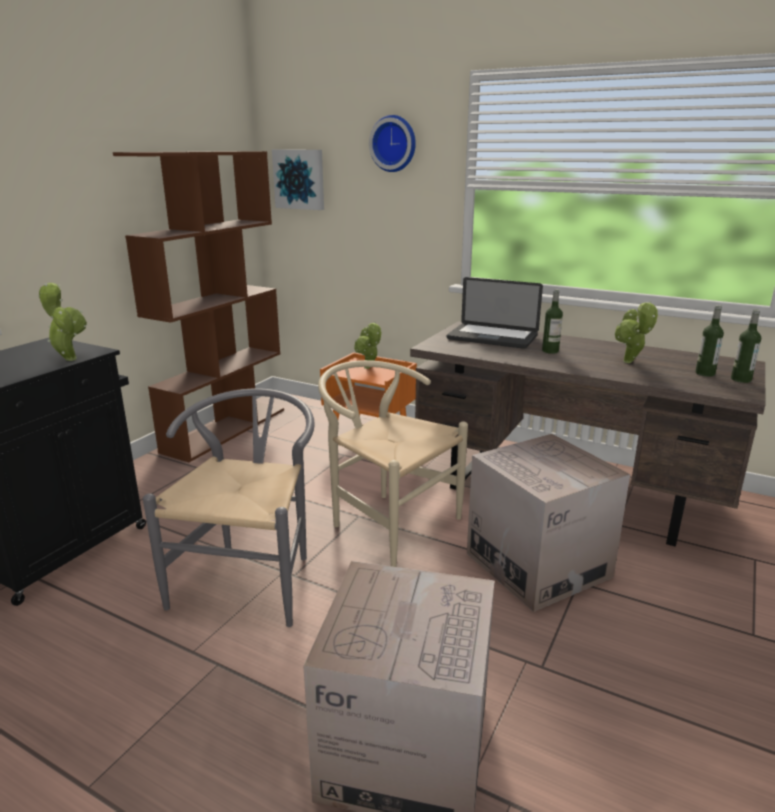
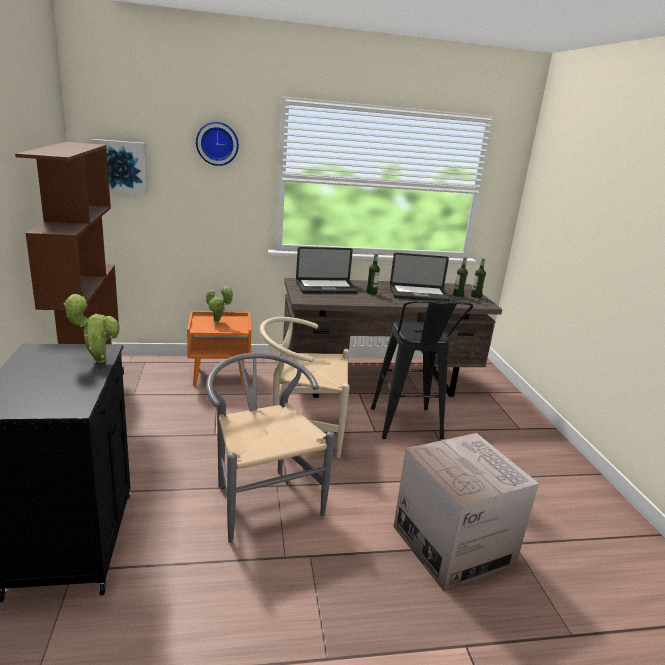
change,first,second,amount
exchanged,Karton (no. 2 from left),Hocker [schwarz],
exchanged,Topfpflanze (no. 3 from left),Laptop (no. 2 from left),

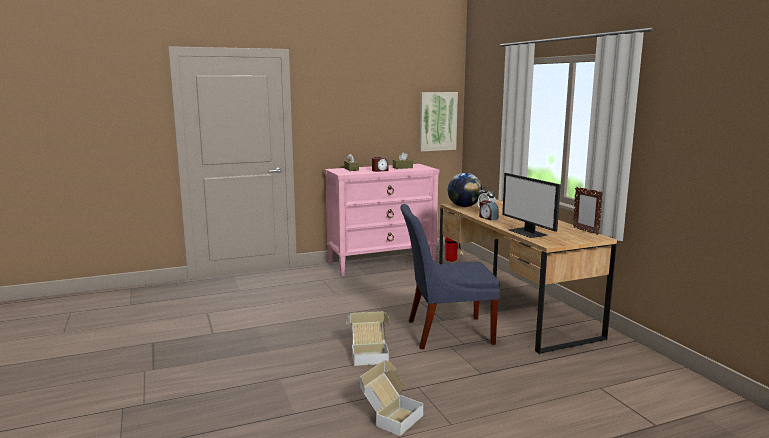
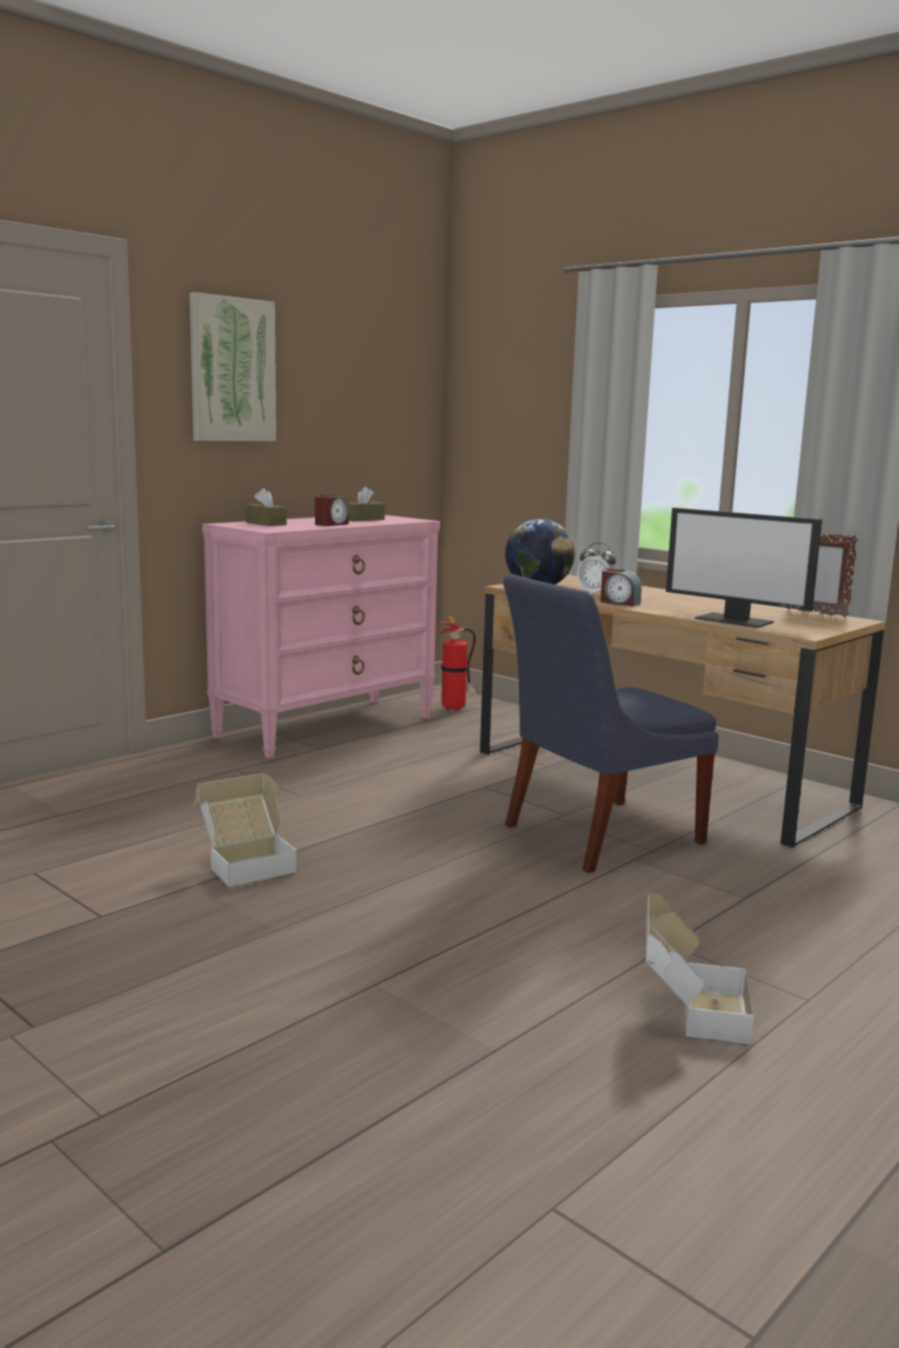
change,first,second,amount
relocated,Karton (no. 1 from left),,
relocated,Bild,,

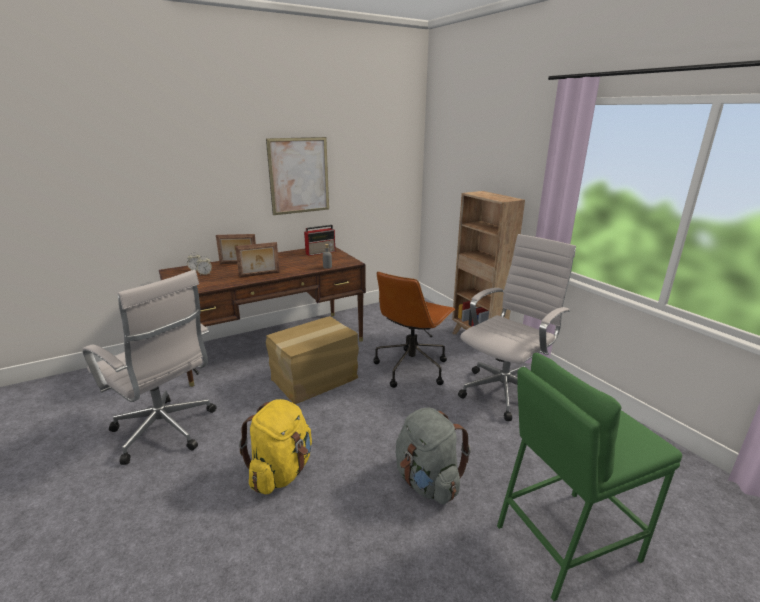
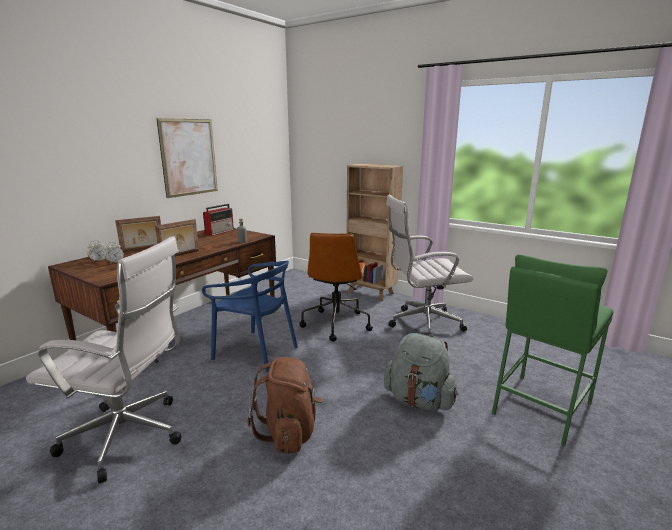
change,first,second,amount
exchanged,Karton,Stuhl [blau],
colour,Rucksack [gelb],Rucksack [braun],
spun,Bürostuhl [weiß] (no. 2 from left),,120 degrees counterclockwise

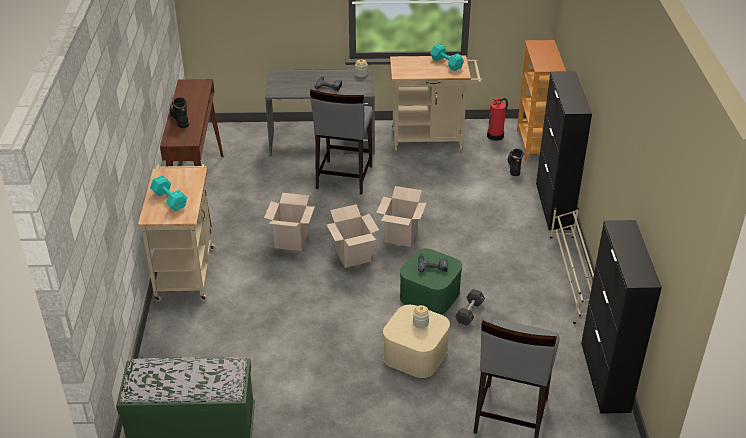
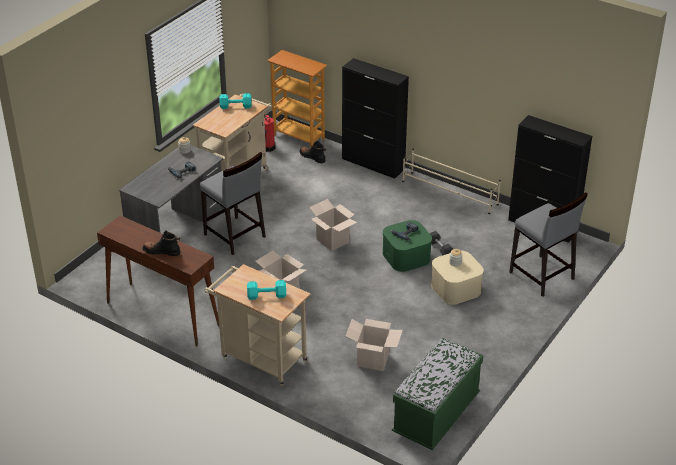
change,first,second,amount
relocated,Karton (no. 2 from left in the first image),Karton (no. 3 from left),

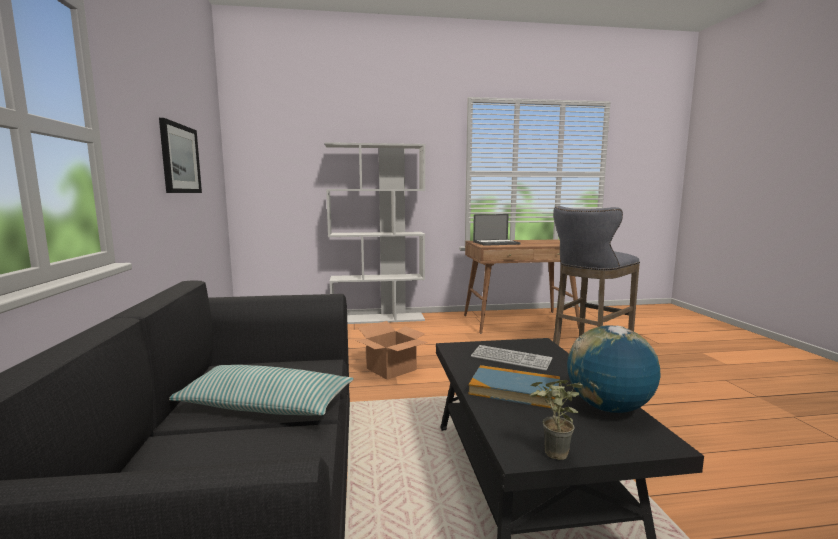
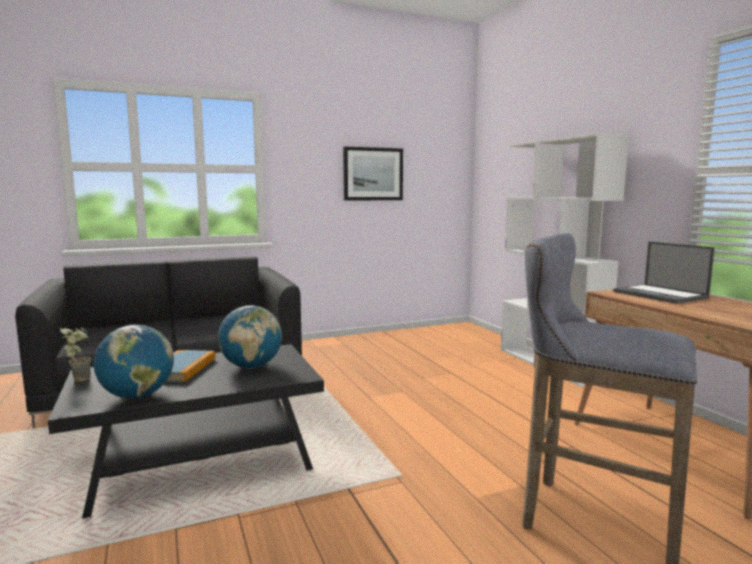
change,first,second,amount
missing,Kissen,,
missing,Karton,,
exchanged,Tastatur,Globus (no. 2 from left),

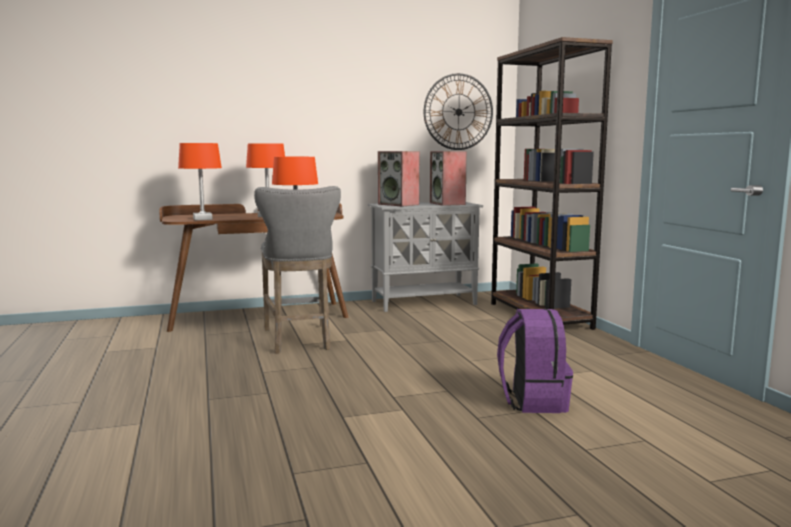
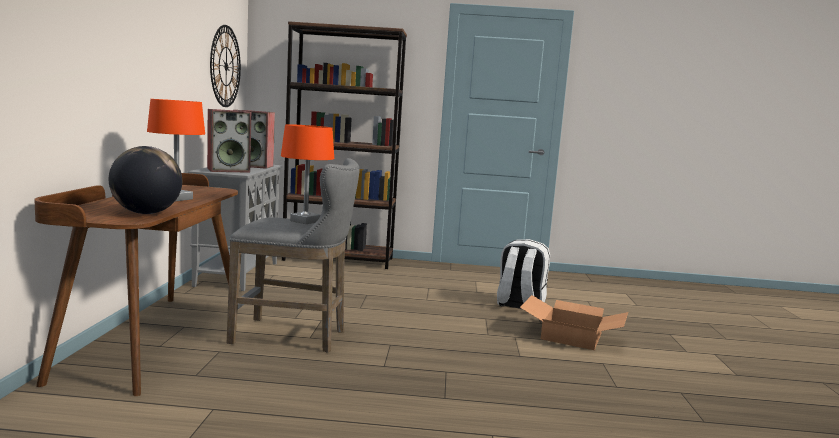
change,first,second,amount
appeared,,Karton,
exchanged,Tischlampe [orange] (no. 1 from left),Globus,
colour,Rucksack [lila],Rucksack [weiß],

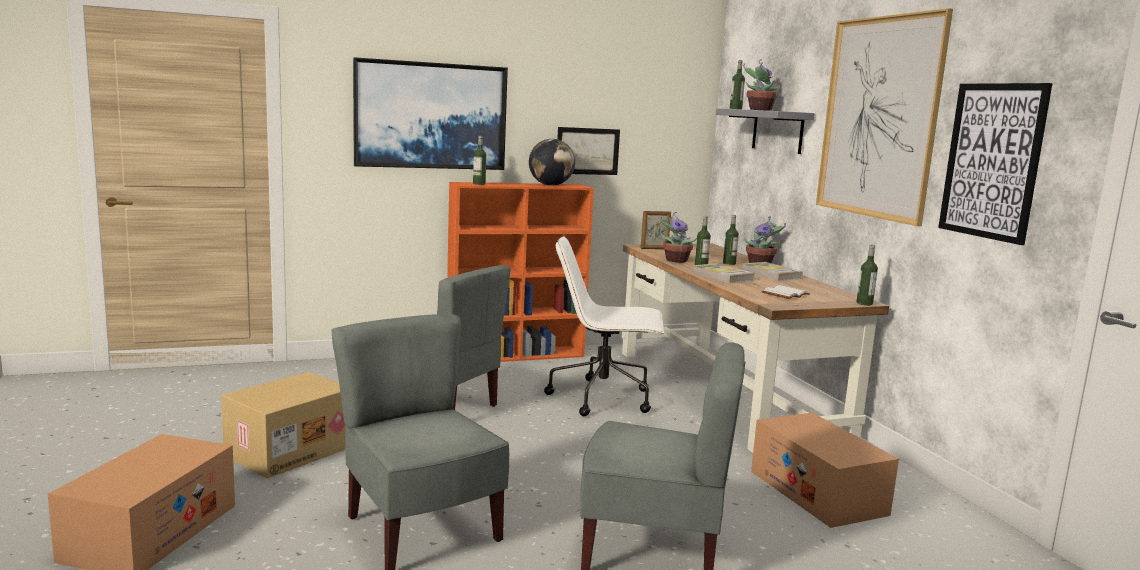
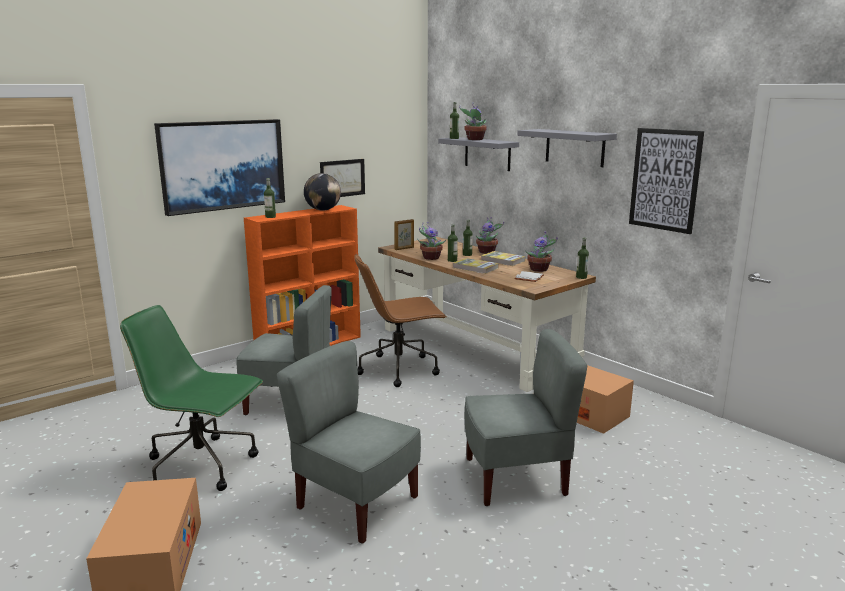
change,first,second,amount
appeared,,Topfpflanze (no. 4 from left),
exchanged,Karton (no. 2 from left),Bürostuhl [grün],
exchanged,Bild (no. 3 from left),Wandregal [grau] (no. 2 from left),
colour,Bürostuhl [weiß],Bürostuhl [braun],

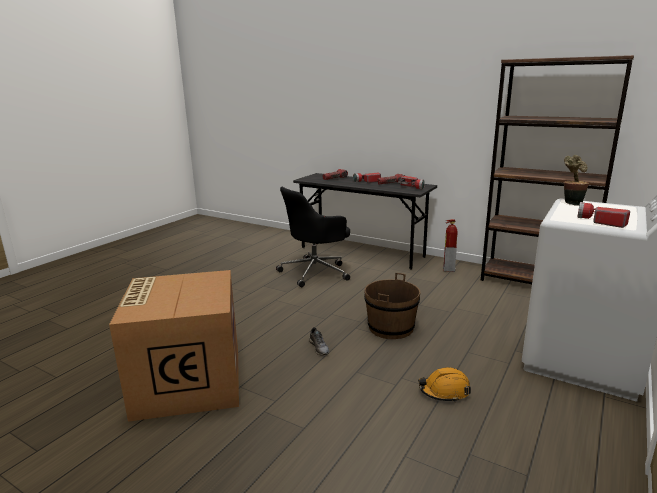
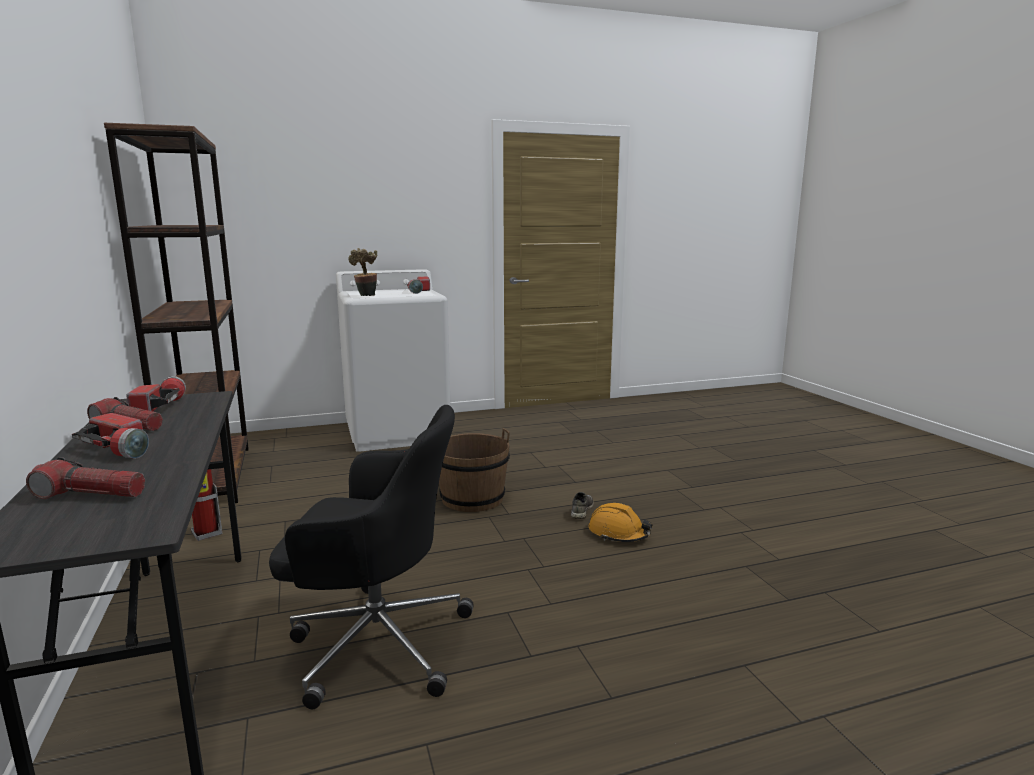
change,first,second,amount
missing,Karton,,
relocated,Schutzhelm [orange],,

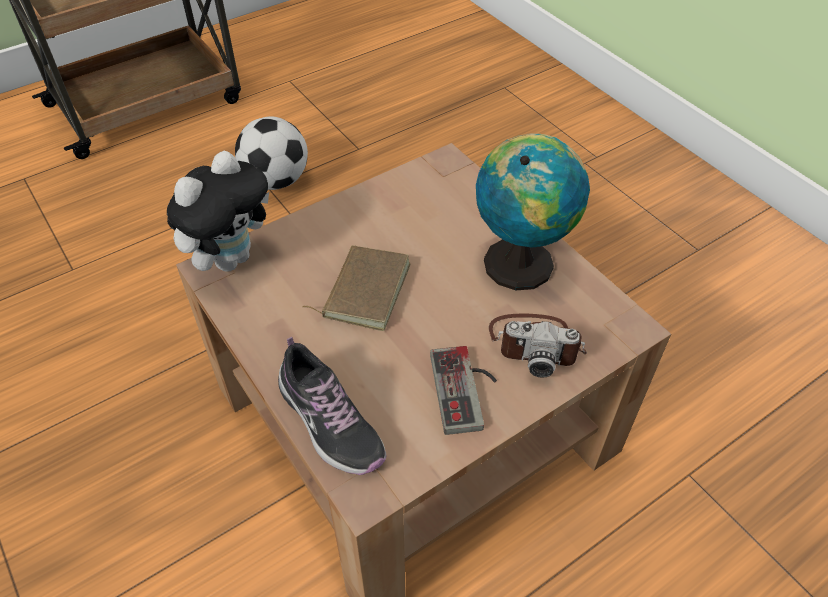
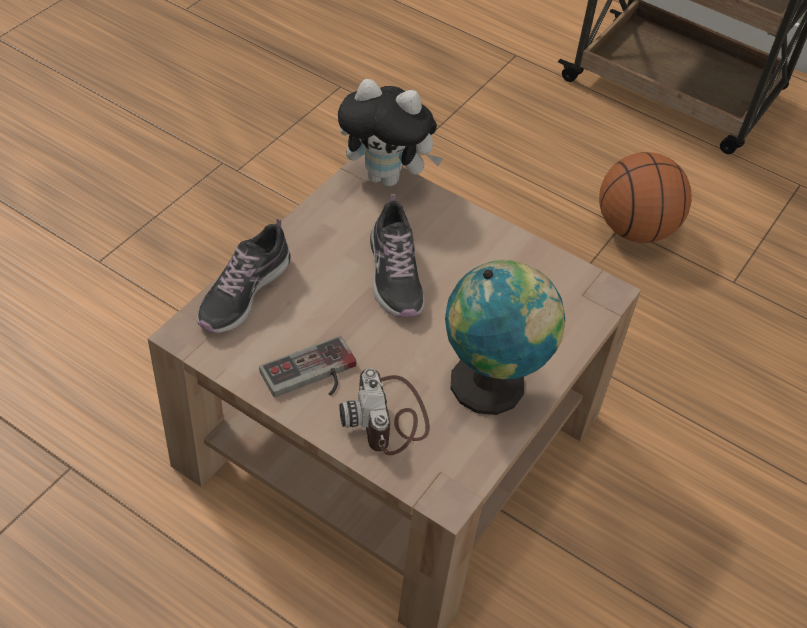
change,first,second,amount
exchanged,Fußball,Basketball,
exchanged,Buch [braun],Schuh (no. 2 from left),

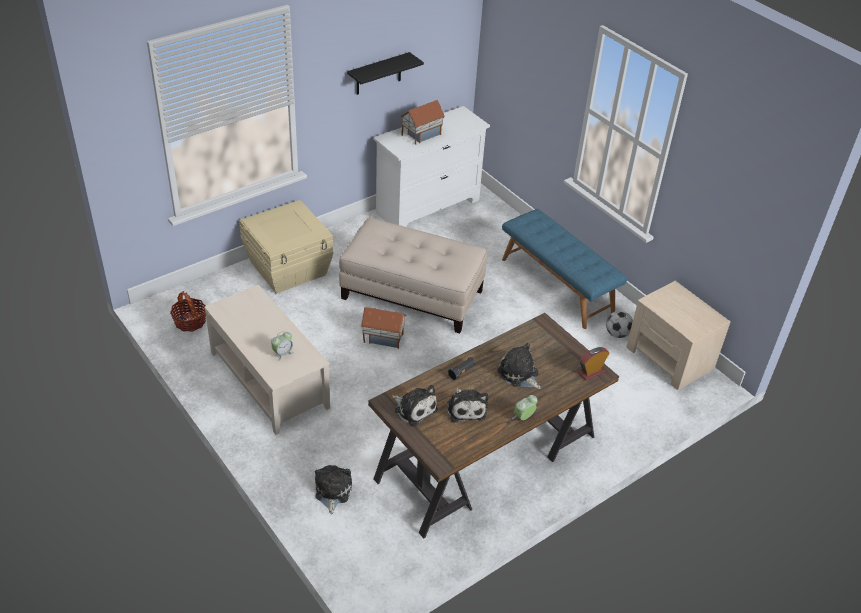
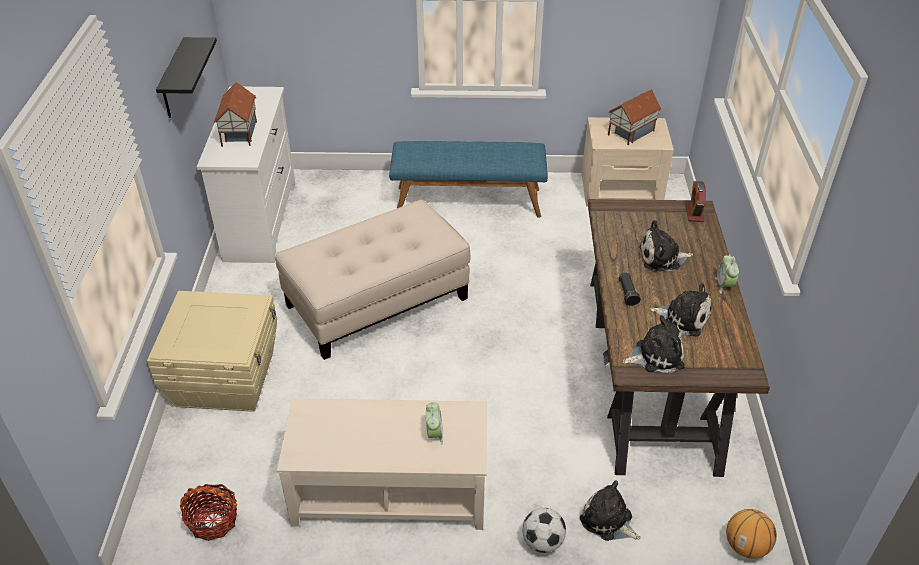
change,first,second,amount
appeared,,Basketball,
relocated,Spielzeughaus (no. 1 from left in the first image),Spielzeughaus (no. 2 from left),
relocated,Fußball,,

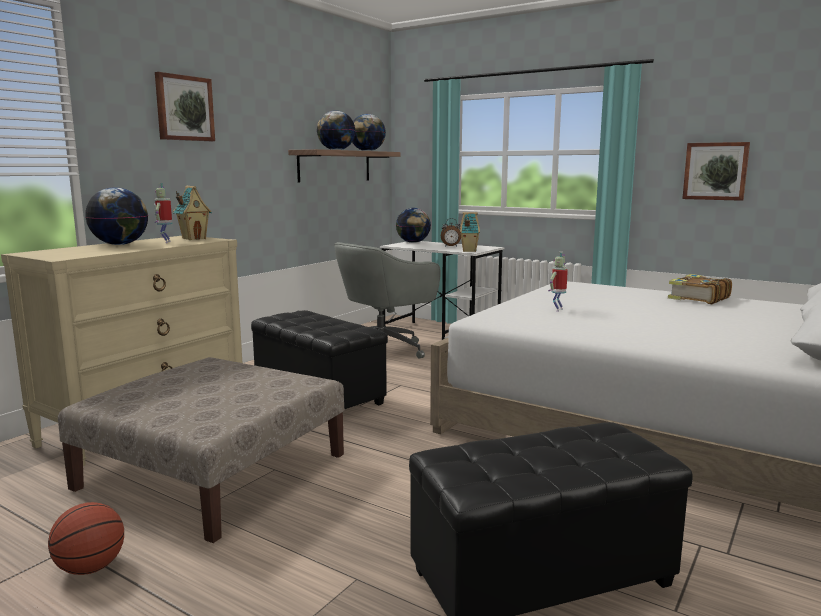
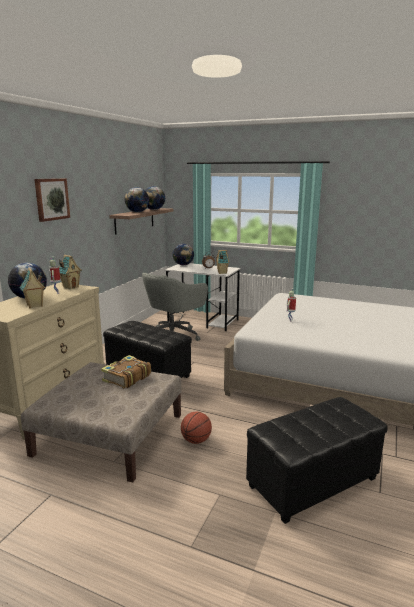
change,first,second,amount
missing,Bild (no. 2 from left),,
appeared,,Spielzeughaus (no. 1 from left),
relocated,Basketball,,
relocated,Buch,,

